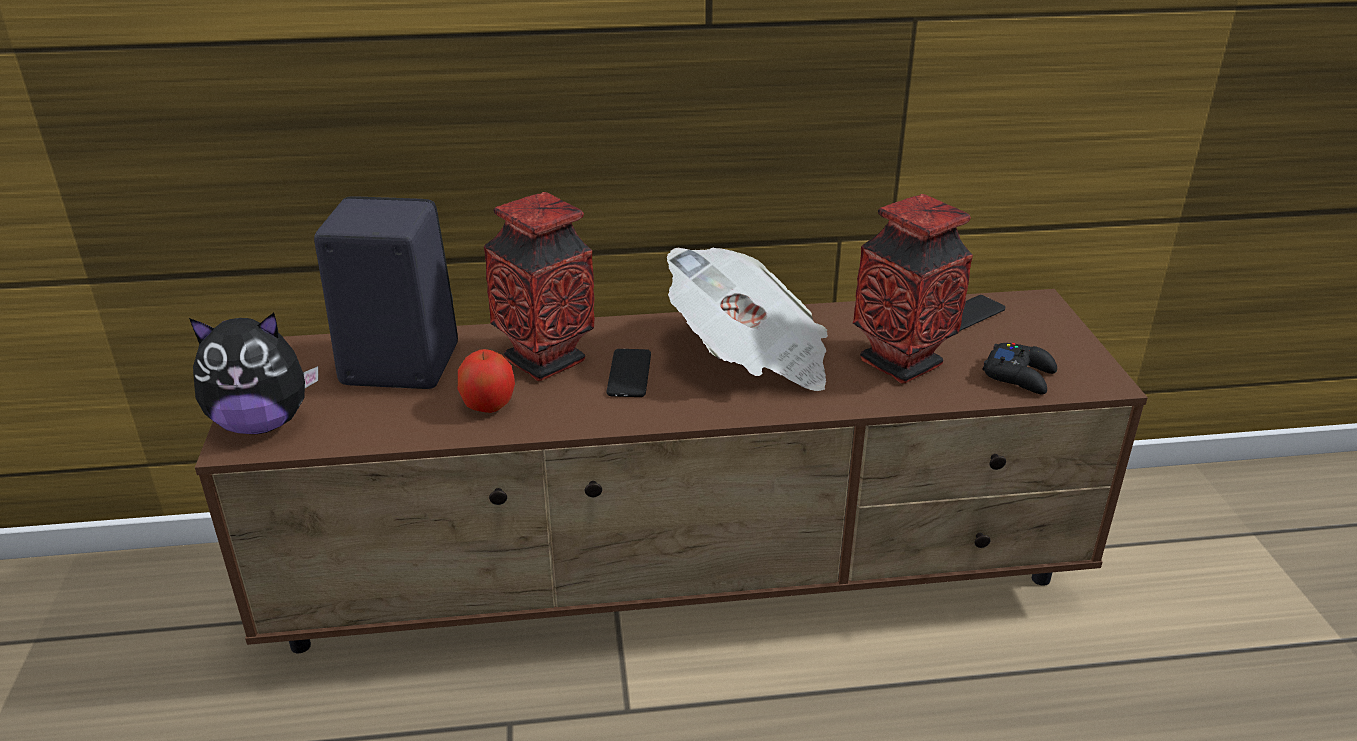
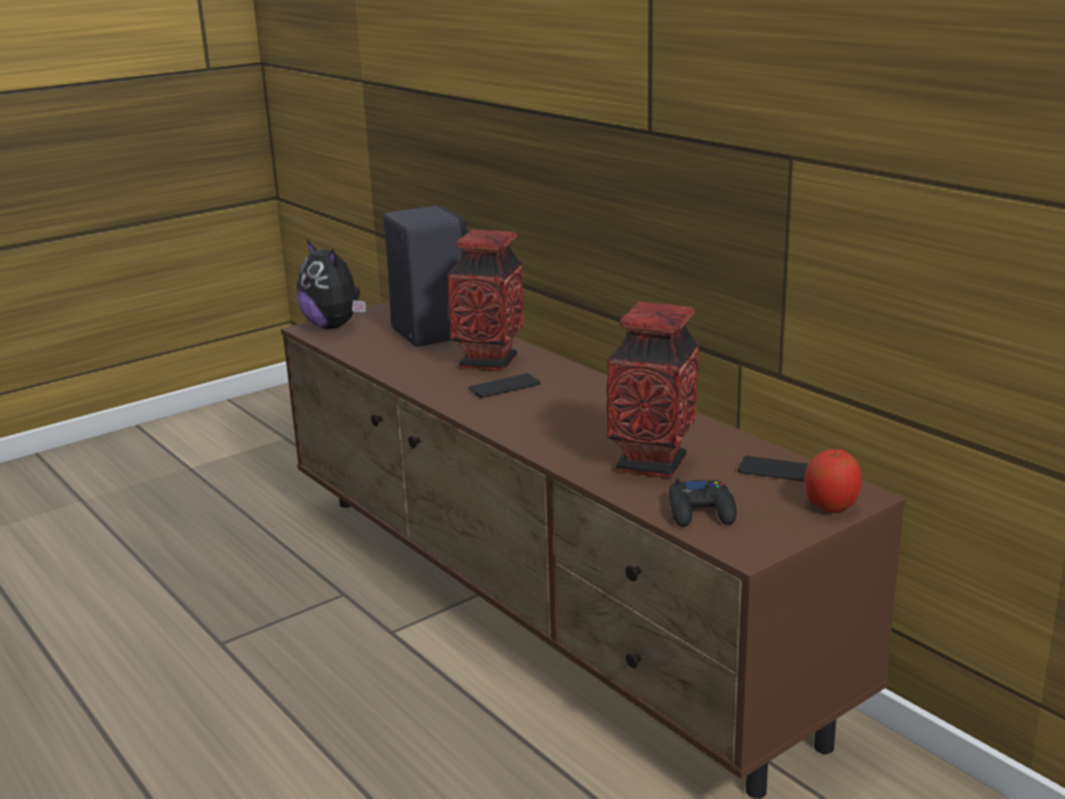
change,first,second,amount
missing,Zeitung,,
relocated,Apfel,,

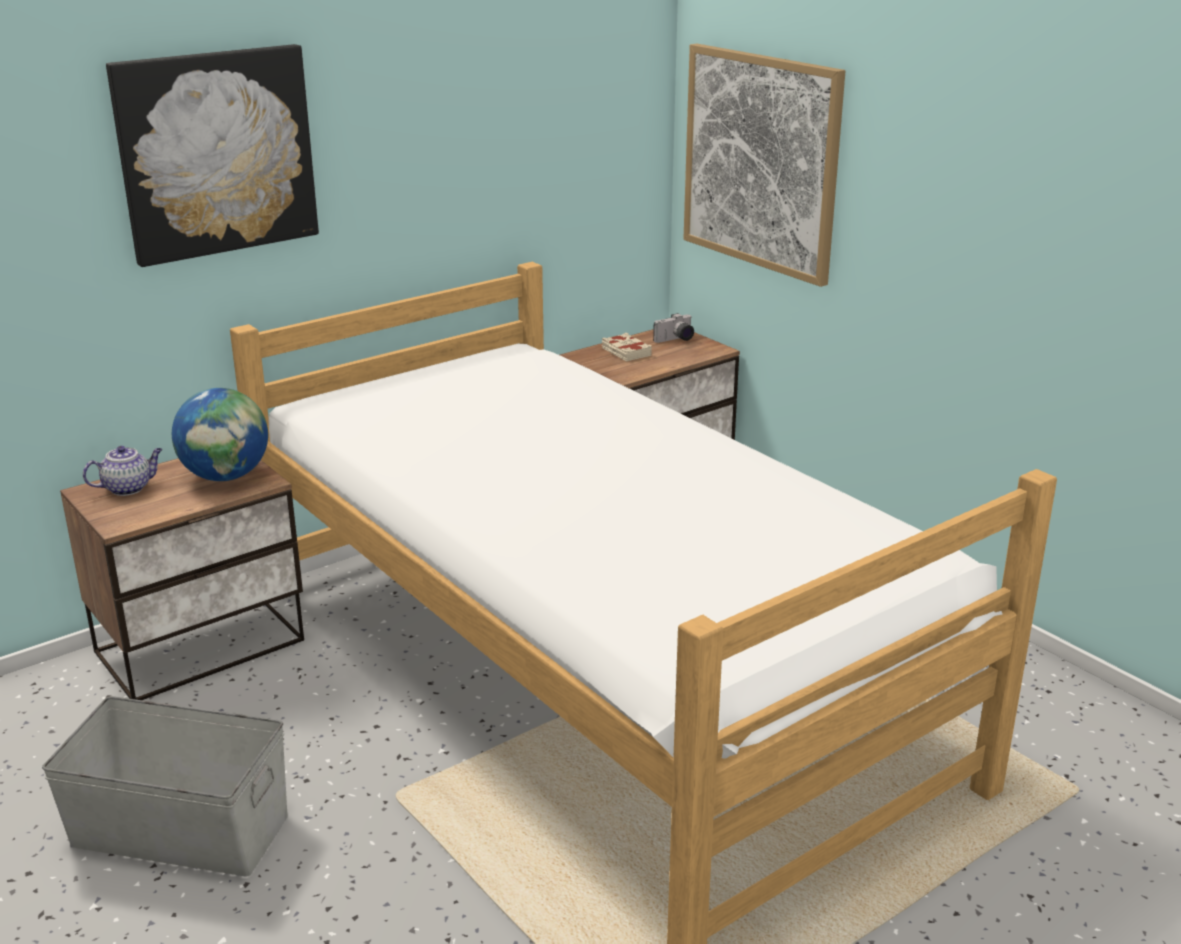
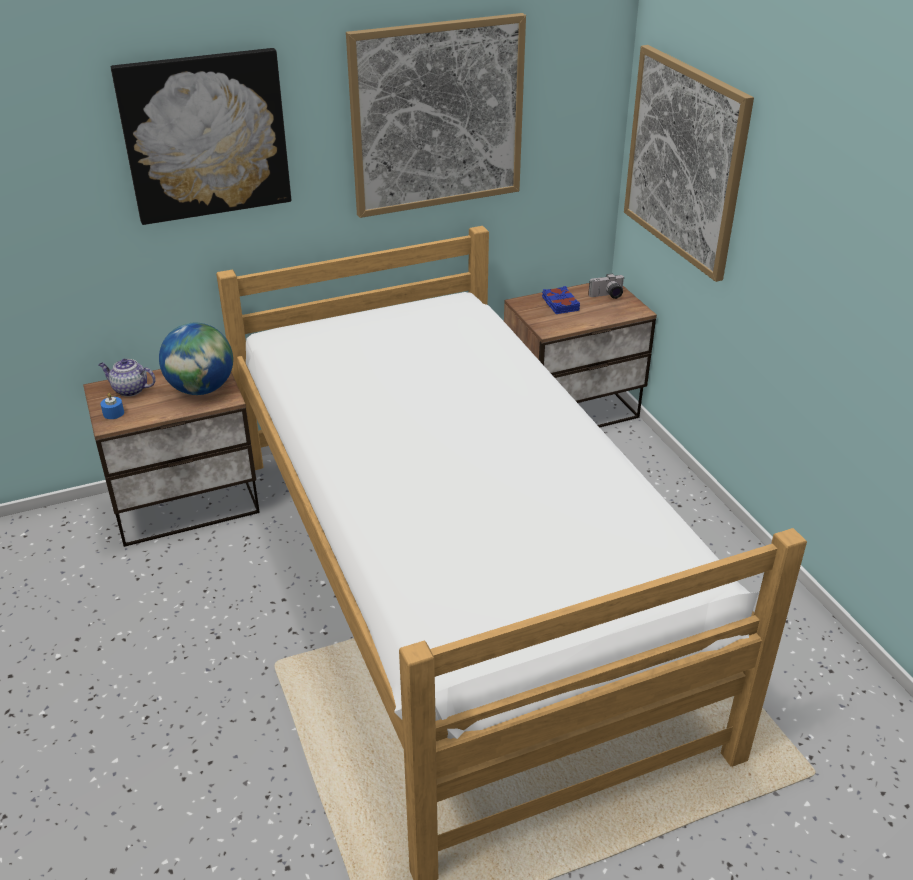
change,first,second,amount
missing,Aufbewahrungsbox [grau],,
appeared,,Kerze [blau],
appeared,,Bild (no. 2 from left),
colour,Buch [beige],Buch [blau],
spun,Teekanne,,150 degrees counterclockwise

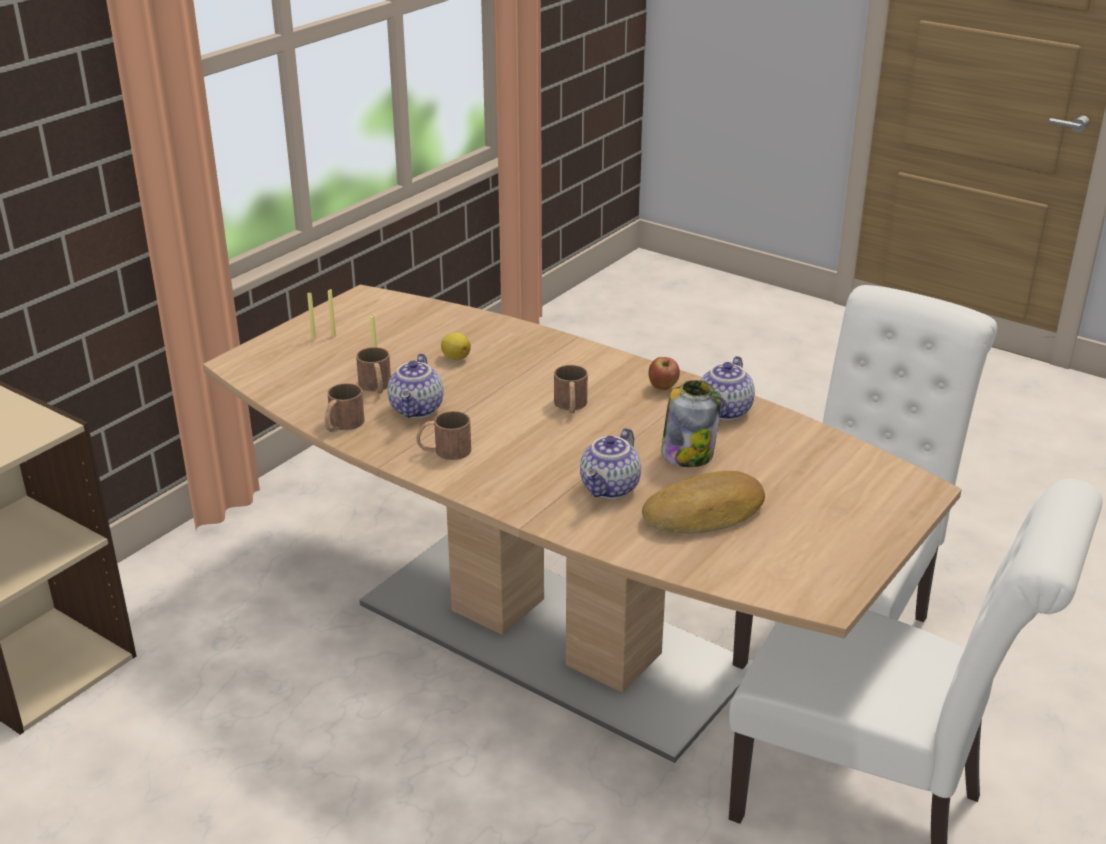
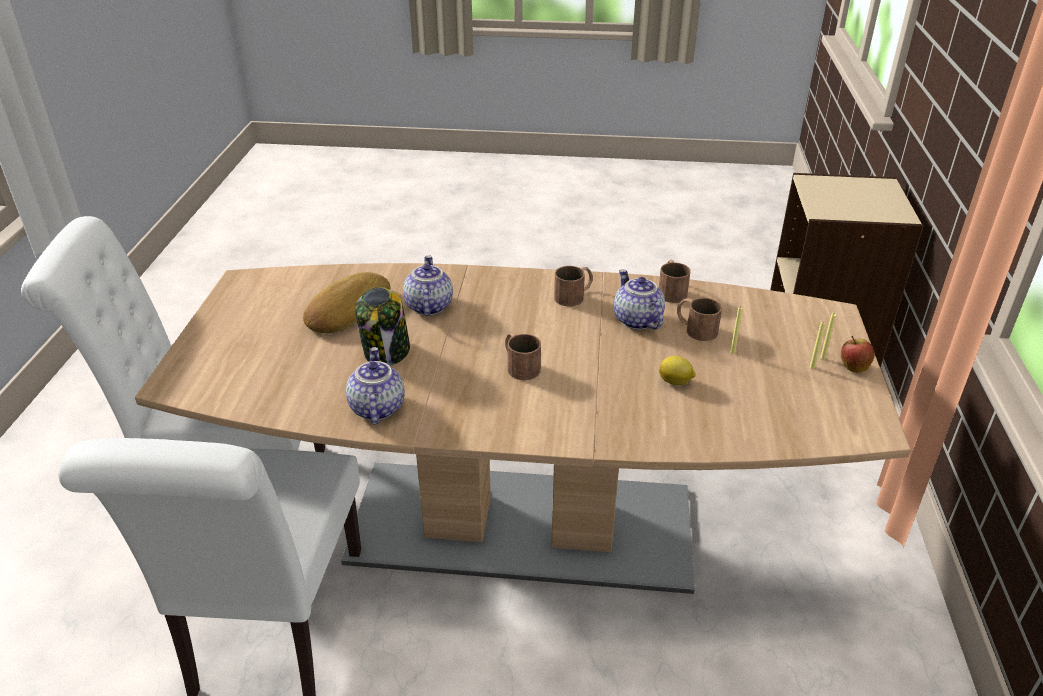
change,first,second,amount
relocated,Apfel,,

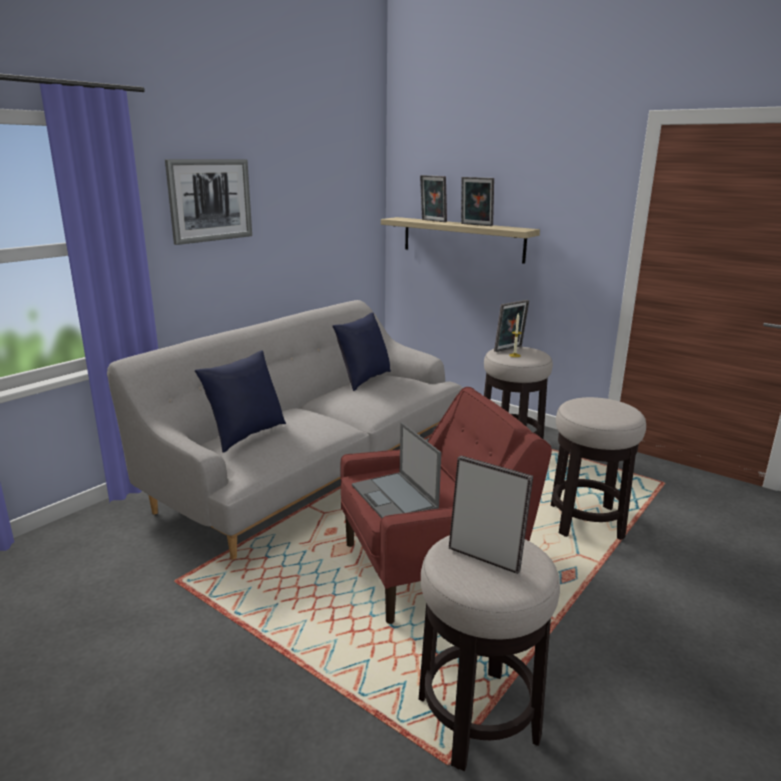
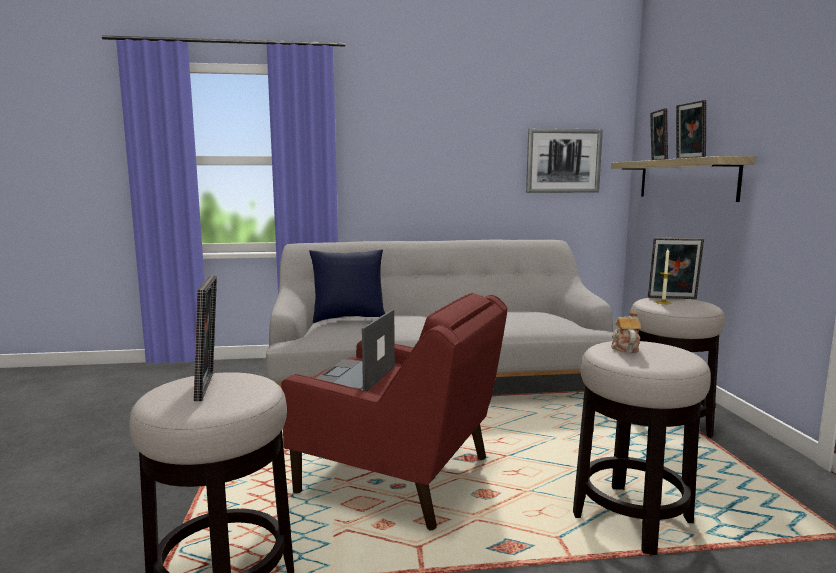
change,first,second,amount
missing,Kissen [blau] (no. 2 from left),,
appeared,,Teekanne,
relocated,Bild,,

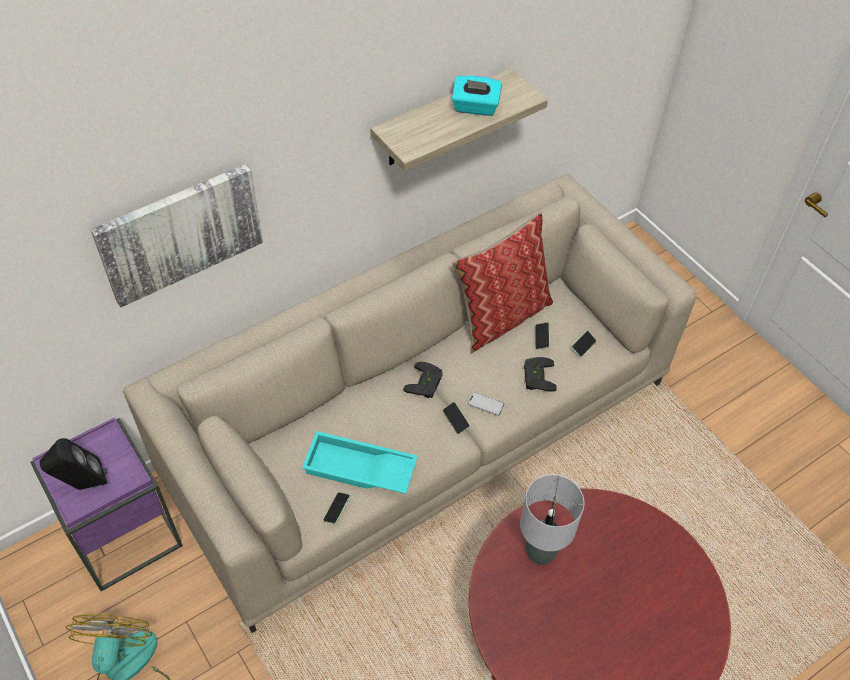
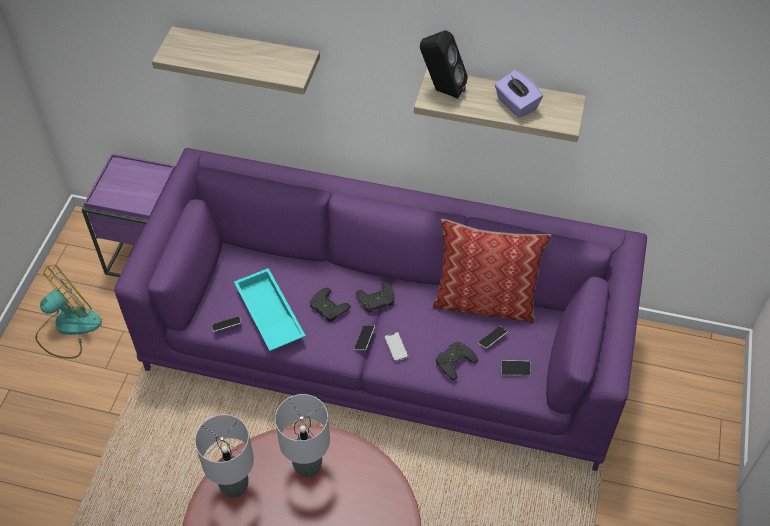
change,first,second,amount
appeared,,Tischlampe [grau] (no. 1 from left),
appeared,,Gamepad [schwarz] (no. 1 from left),
relocated,Lautsprecher [schwarz],,
exchanged,Bild,Wandregal (no. 1 from left),
colour,Sofa [beige],Sofa [lila],
colour,Taschentuchbox [türkis],Taschentuchbox [lila],

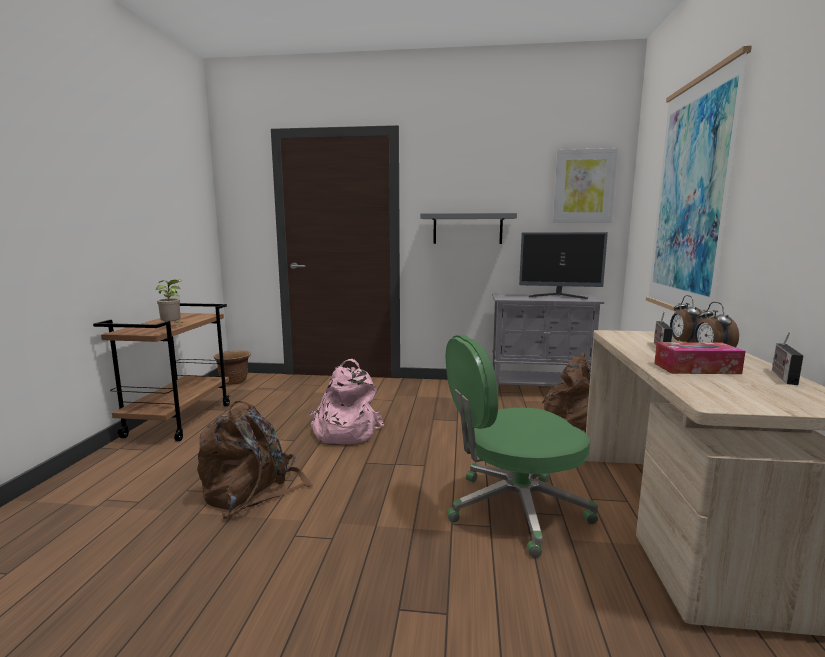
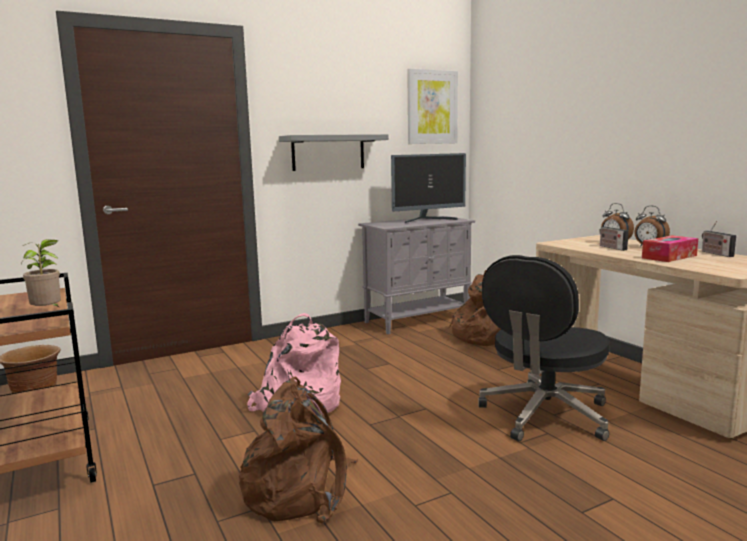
change,first,second,amount
missing,Bild (no. 2 from left),,
colour,Bürostuhl [grün],Bürostuhl [schwarz],

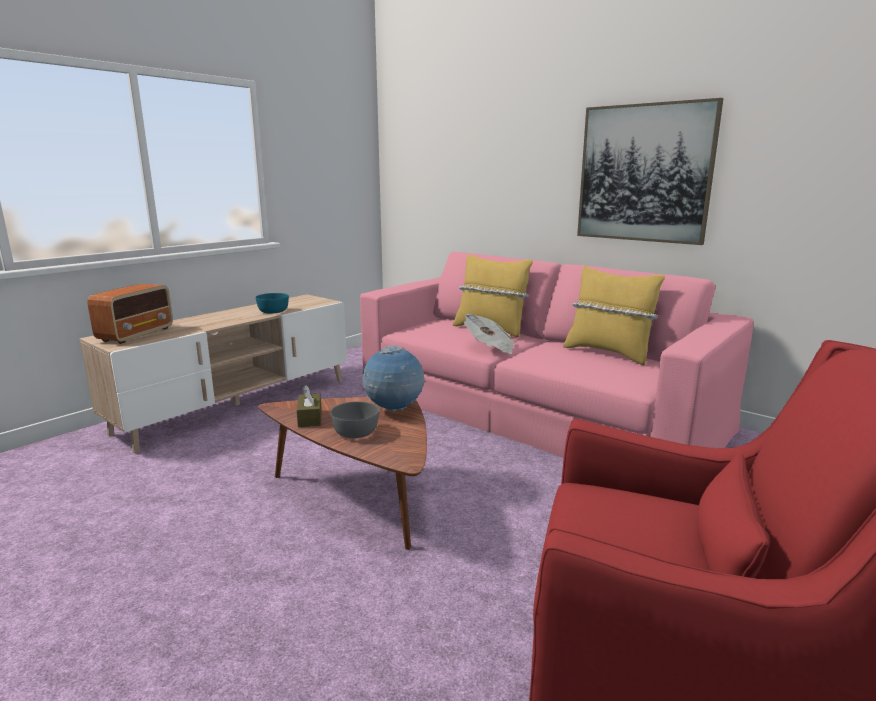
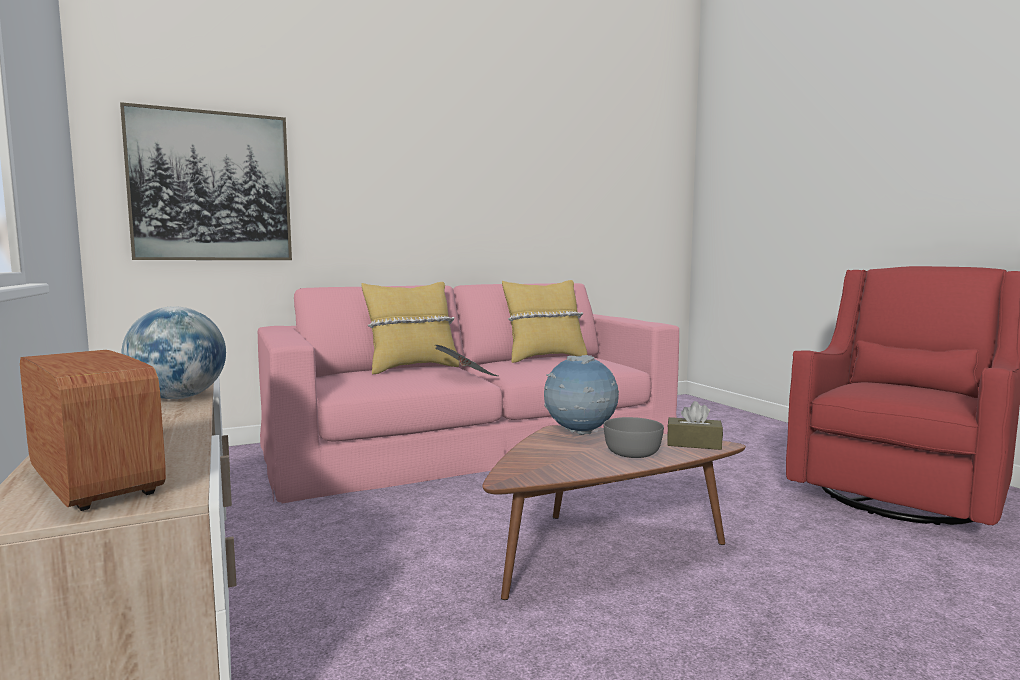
change,first,second,amount
relocated,Taschentuchbox [braun],,
relocated,Bild,,
exchanged,Schüssel [türkis],Globus (no. 1 from left),

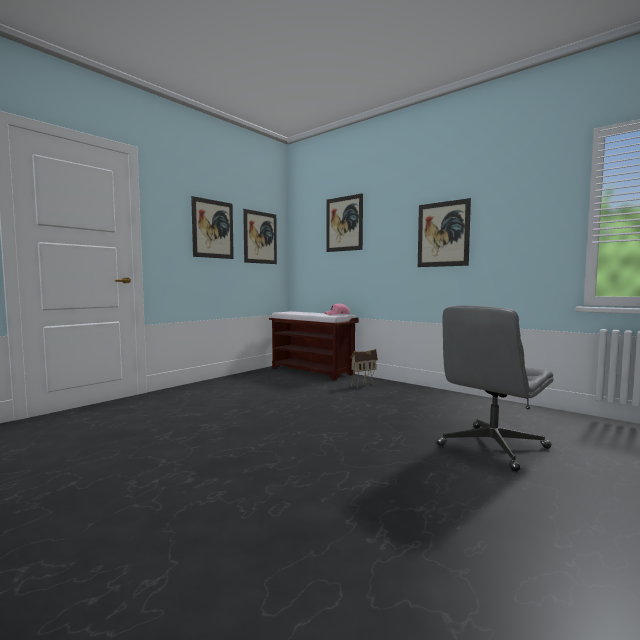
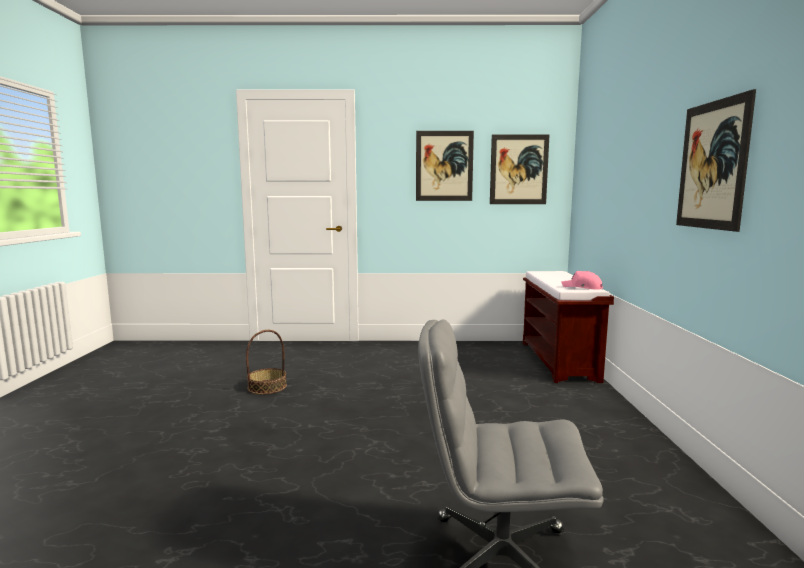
change,first,second,amount
missing,Bild (no. 3 from left),,
missing,Spielzeughaus,,
appeared,,Korb,

